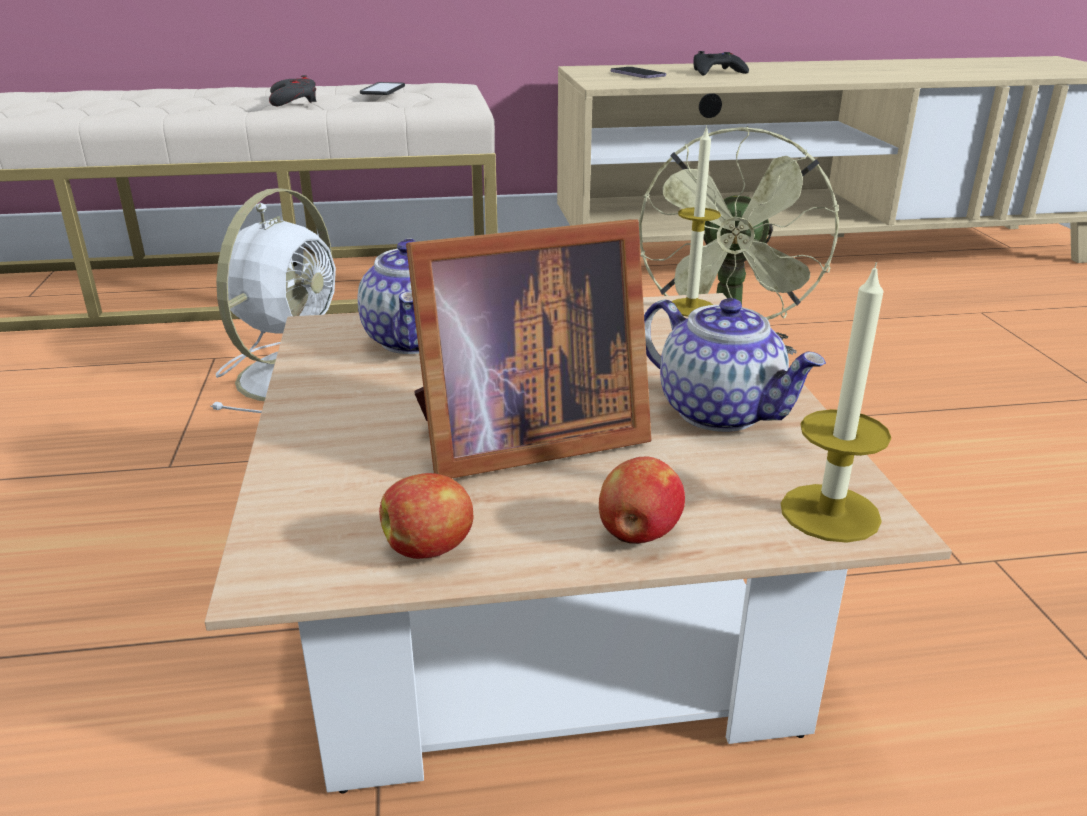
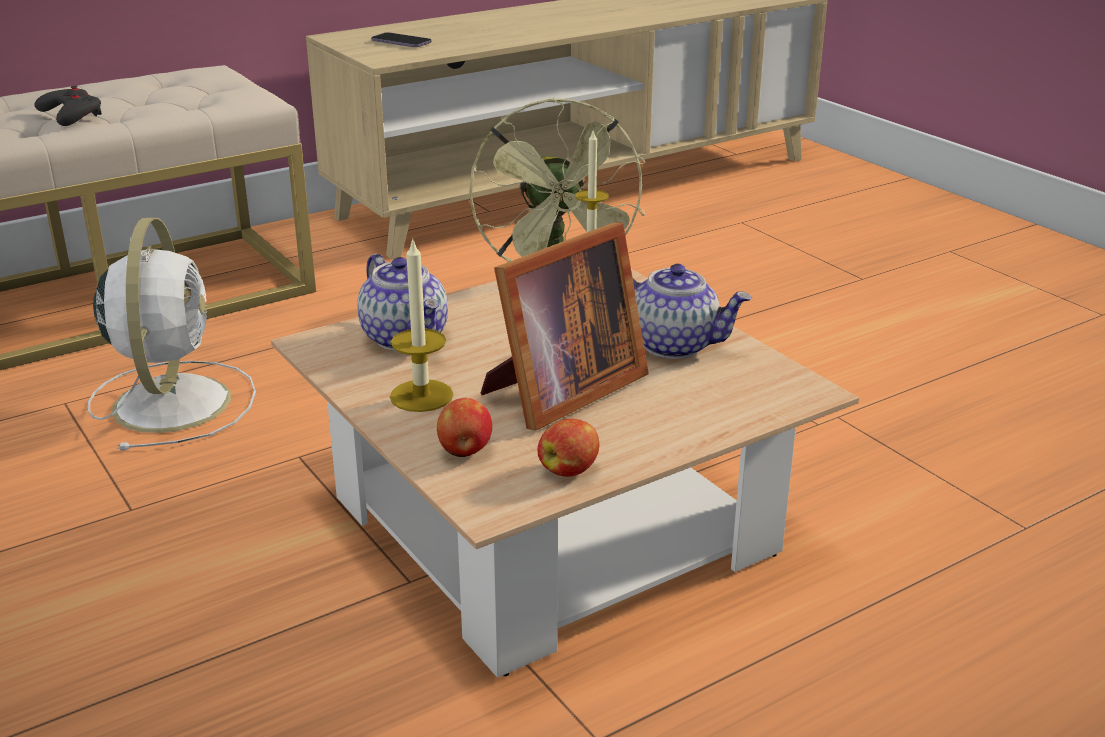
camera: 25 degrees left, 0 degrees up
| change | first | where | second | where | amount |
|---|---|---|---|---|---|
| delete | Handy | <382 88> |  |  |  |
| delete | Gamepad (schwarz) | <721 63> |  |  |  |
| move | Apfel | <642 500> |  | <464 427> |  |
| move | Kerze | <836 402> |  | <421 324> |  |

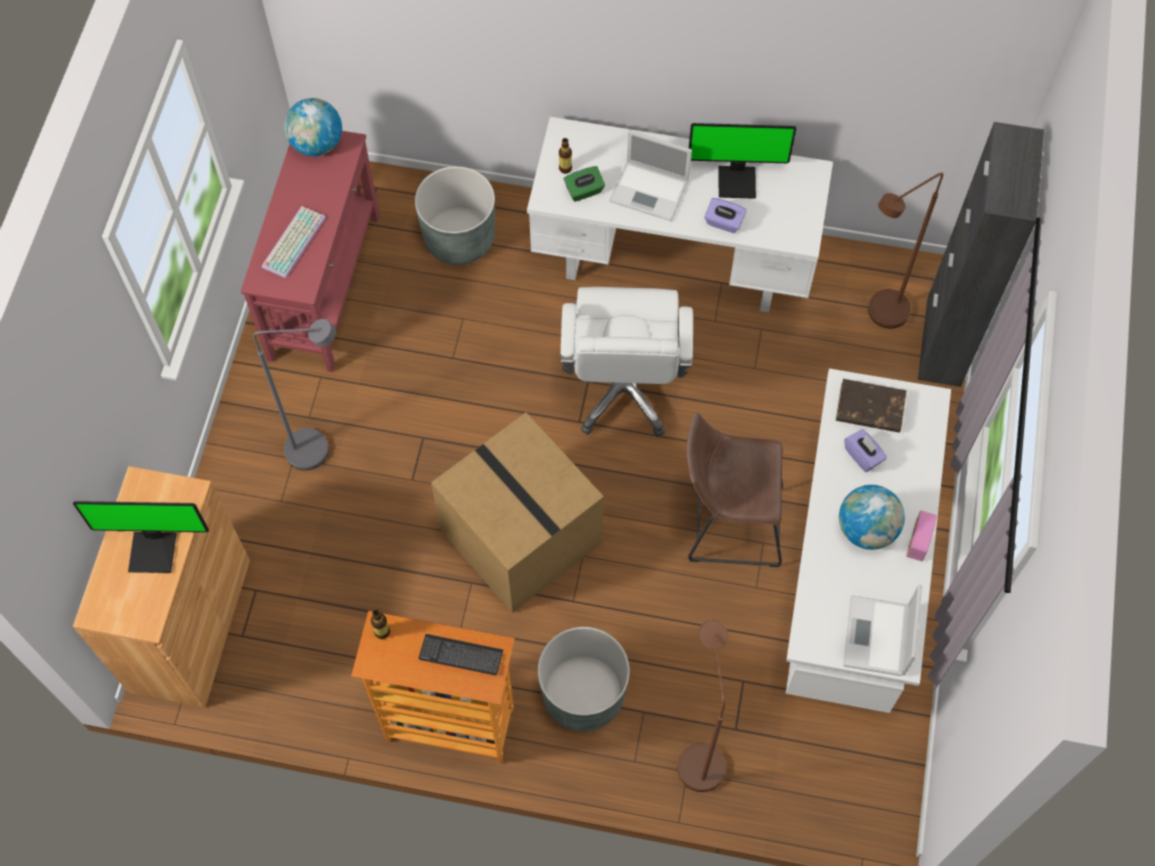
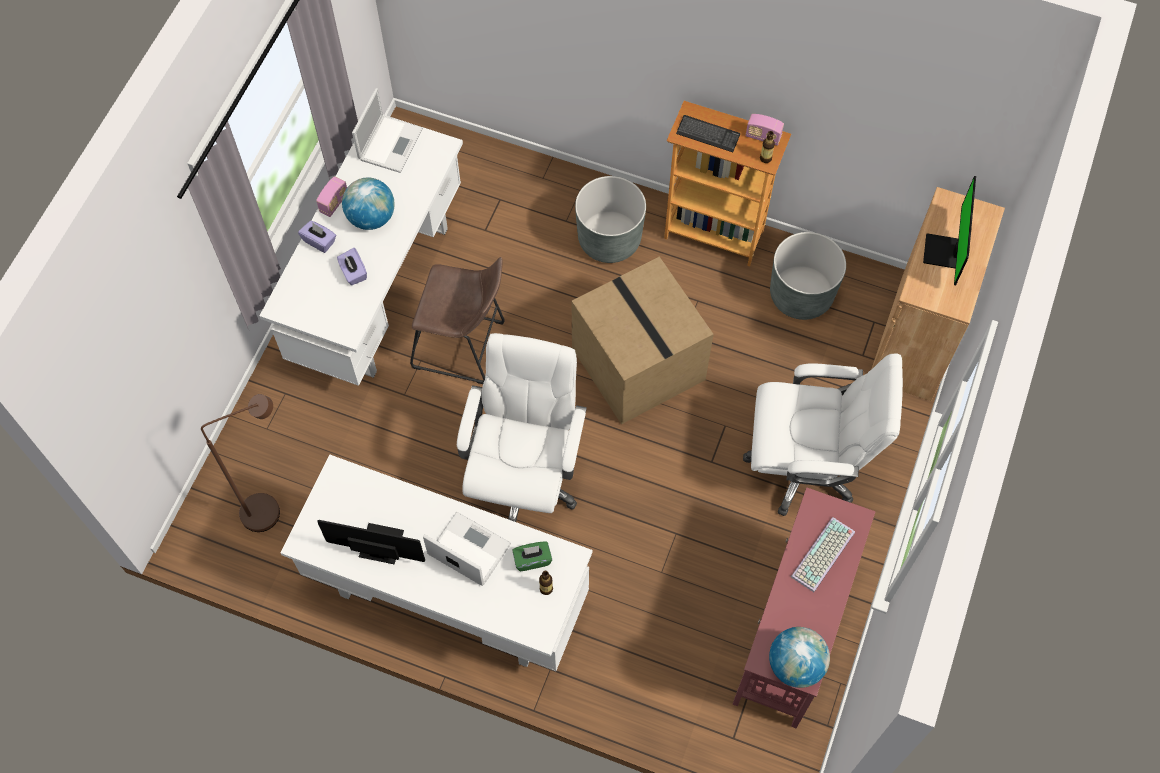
camera: 170 degrees left, 0 degrees up
| change | first | where | second | where | amount |
|---|---|---|---|---|---|
| delete | Stehlampe (braun) | <703 706> |  |  |  |
| delete | Buch (braun) | <871 406> |  |  |  |
| delete | Schrank (schwarz) | <981 254> |  |  |  |
| insert |  |  | Radio | <765 130> |  |
| move | Pflanzkübel (grau) | <455 215> |  | <808 276> |  |
| move | Taschentuchbox (lila) | <725 215> |  | <317 237> |  |
| replace | Stehlampe (grau) | <294 394> | Bürostuhl (weiß) | <823 435> |  |
| rotate | Monitor | <141 537> |  | <949 230> | 90 degrees counterclockwise |

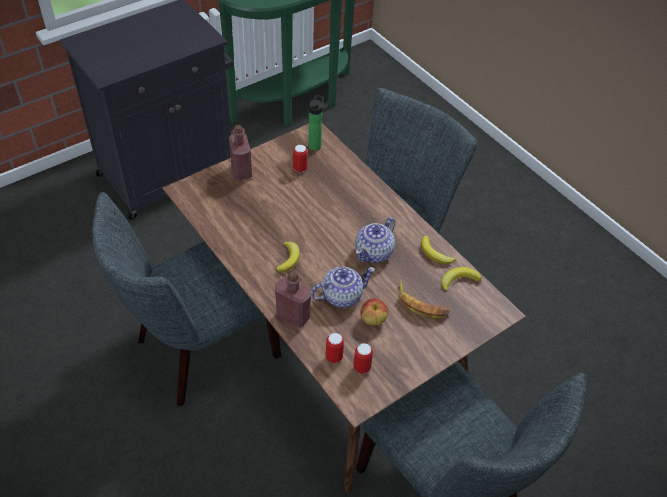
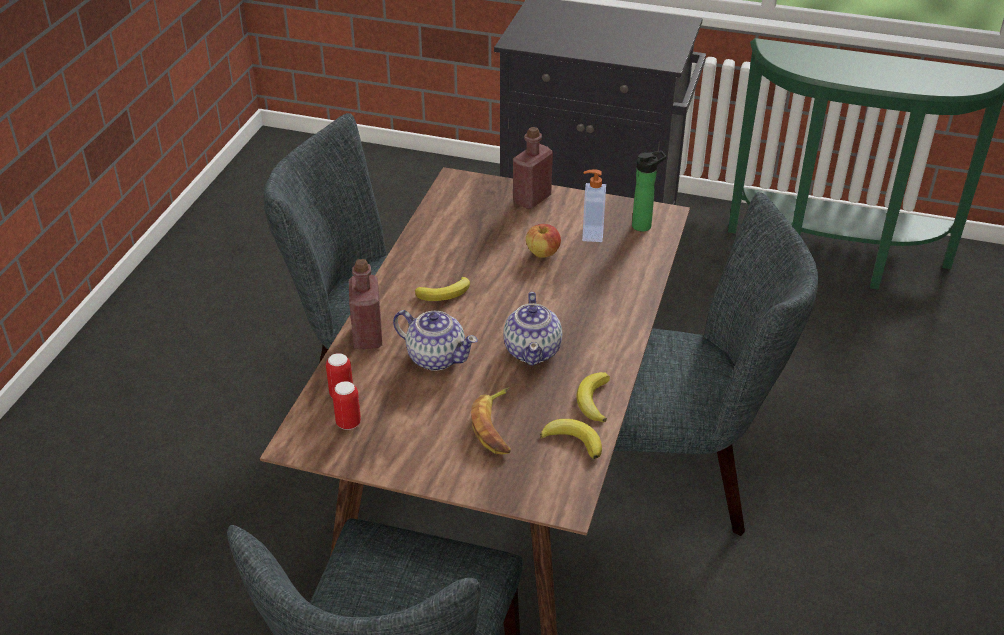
camera: 55 degrees right, 10 degrees down
| change | first | where | second | where | amount |
|---|---|---|---|---|---|
| move | Apfel | <374 311> |  | <543 241> |  |
| replace | Dose | <300 158> | Seifenspender | <594 206> |  |
| rotate | Teekanne | <375 240> |  | <532 329> | 90 degrees counterclockwise |

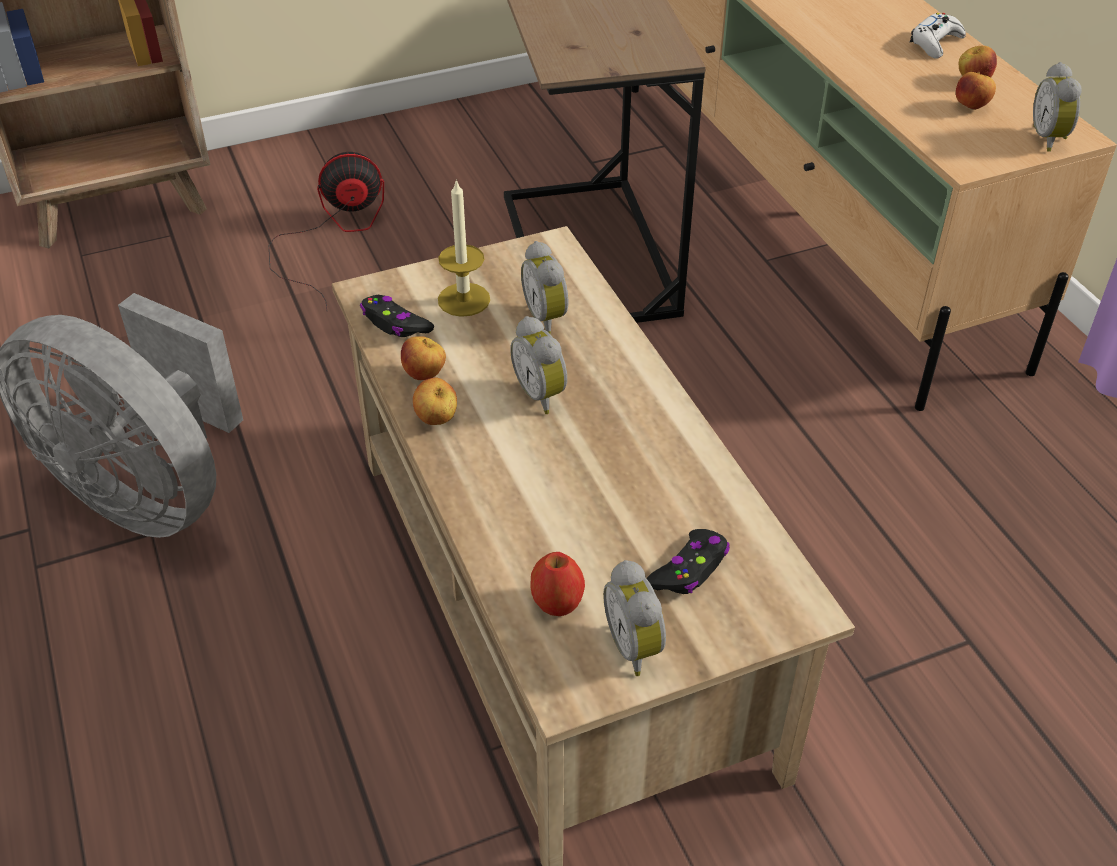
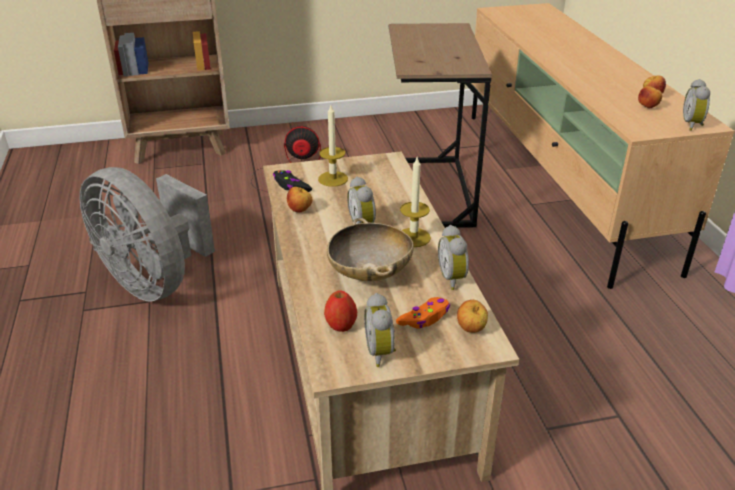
camera: 10 degrees right, 10 degrees down
| change | first | where | second | where | amount |
|---|---|---|---|---|---|
| delete | Gamepad (weiß) | <938 35> |  |  |  |
| insert |  |  | Schüssel (beige) | <370 249> |  |
| insert |  |  | Kerze | <415 202> |  |
| move | Apfel | <435 401> |  | <472 316> |  |
| move | Wecker | <545 288> |  | <453 257> |  |
| recolor | Gamepad (schwarz) | <688 561> | Gamepad (orange) | <423 313> |  |

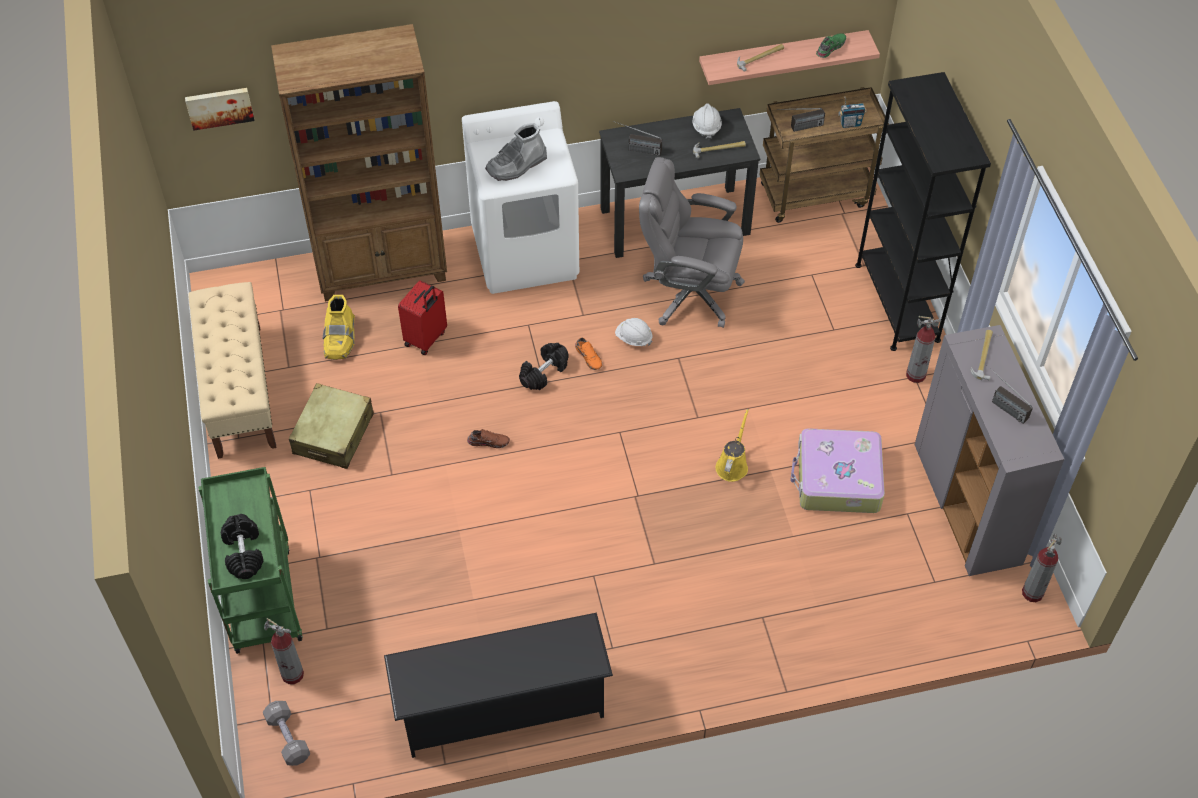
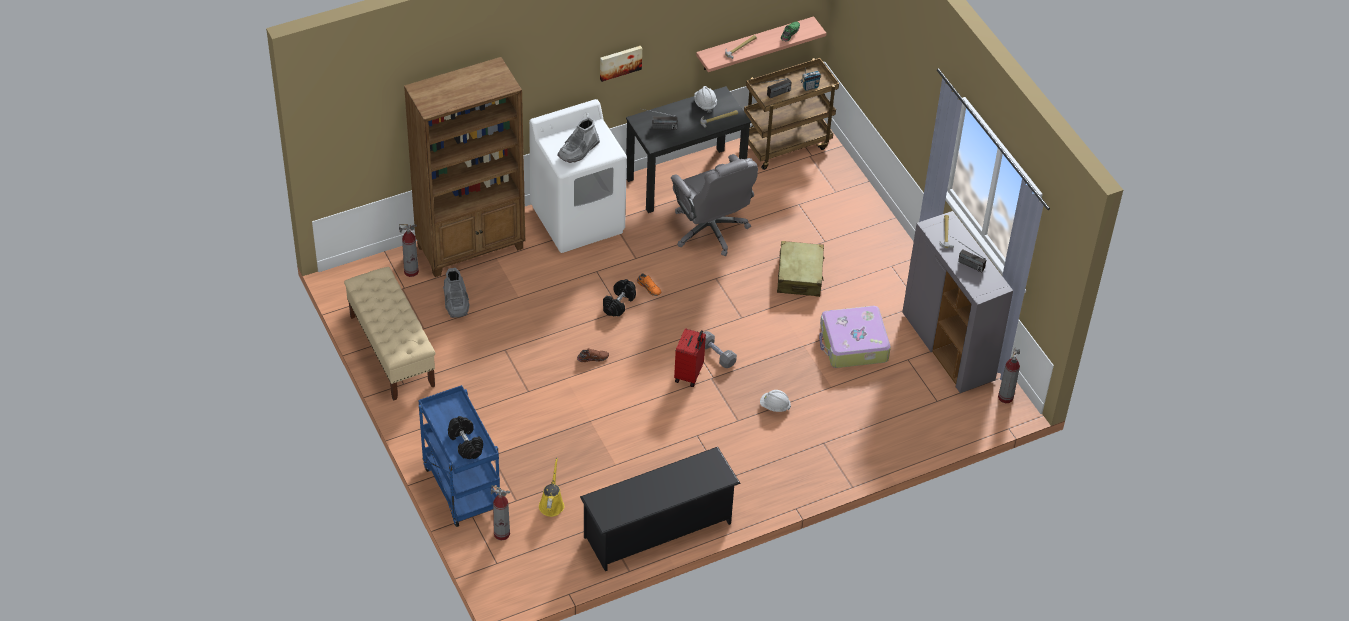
camera: 15 degrees left, 5 degrees down
| change | first | where | second | where | amount |
|---|---|---|---|---|---|
| delete | Bücherregal (schwarz) | <923 211> |  |  |  |
| move | Bild | <219 109> |  | <621 64> |  |
| move | Hantel (grau) | <286 733> |  | <720 349> |  |
| move | Koffer (beige) | <331 426> |  | <801 269> |  |
| move | Koffer (rot) | <422 317> |  | <690 357> |  |
| move | Schutzhelm (weiß) | <633 332> |  | <775 401> |  |
| move | Gießkanne (gelb) | <732 445> |  | <551 487> |  |
| move | Feuerlöscher | <923 349> |  | <409 250> |  |
| recolor | Rollwagen (grün) | <251 560> | Rollwagen (blau) | <459 456> |  |
| recolor | Stiefel (gelb) | <338 327> | Stiefel (grau) | <456 293> |  |
| rotate | Bürostuhl (grau) | <692 242> |  | <714 205> | 120 degrees counterclockwise |

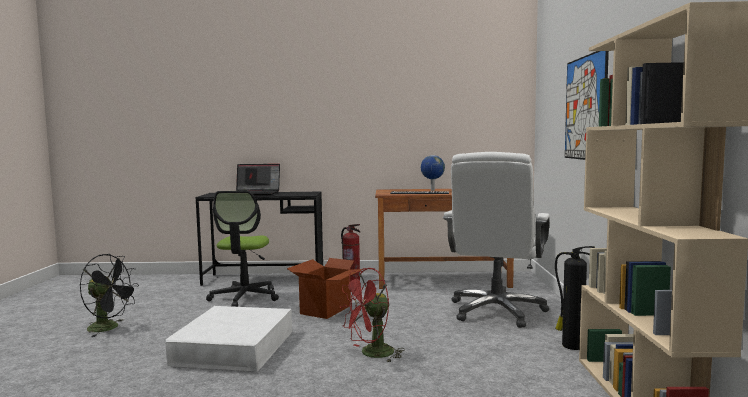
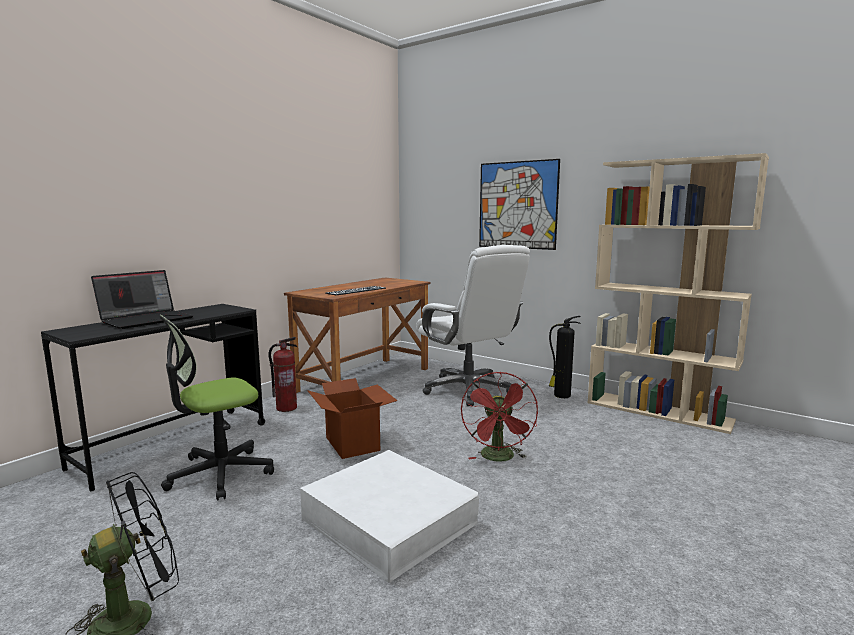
camera: 55 degrees left, 5 degrees up
| change | first | where | second | where | amount |
|---|---|---|---|---|---|
| delete | Globus | <433 173> |  |  |  |
| rotate | Bürostuhl | <242 249> |  | <216 407> | 105 degrees clockwise |

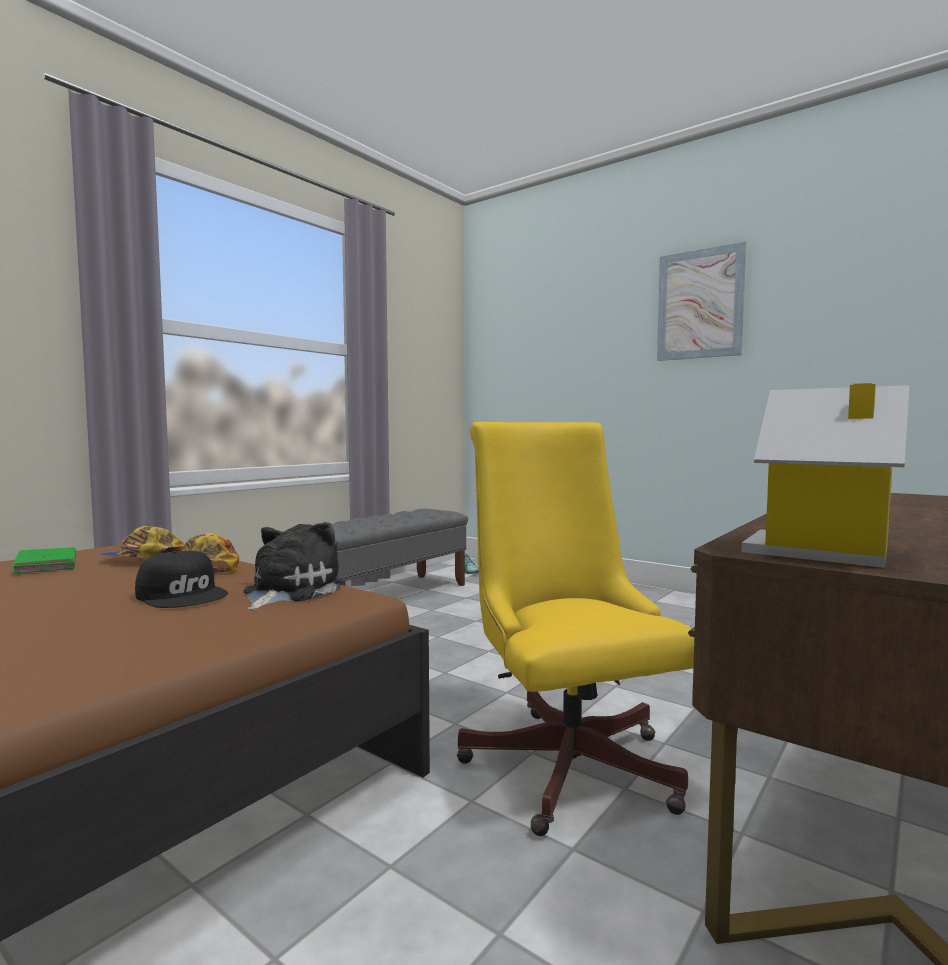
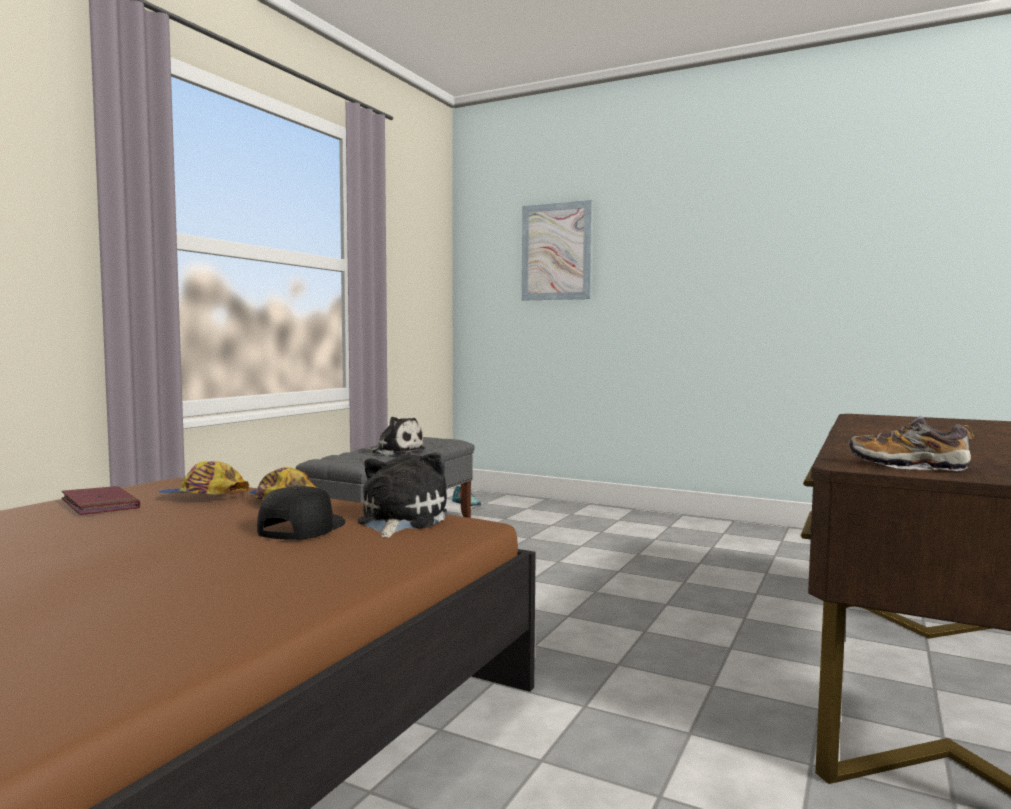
camera: 10 degrees left, 0 degrees up
| change | first | where | second | where | amount |
|---|---|---|---|---|---|
| delete | Bürostuhl (gelb) | <575 629> |  |  |  |
| insert |  |  | Plüschtier | <395 436> |  |
| move | Bild | <702 301> |  | <557 250> |  |
| replace | Spielzeughaus | <825 475> | Schuh | <911 443> |  |
| recolor | Buch (grün) | <44 560> | Buch (rot) | <101 500> |  |
| rotate | Kappe (schwarz) | <181 579> |  | <301 513> | 105 degrees counterclockwise |

